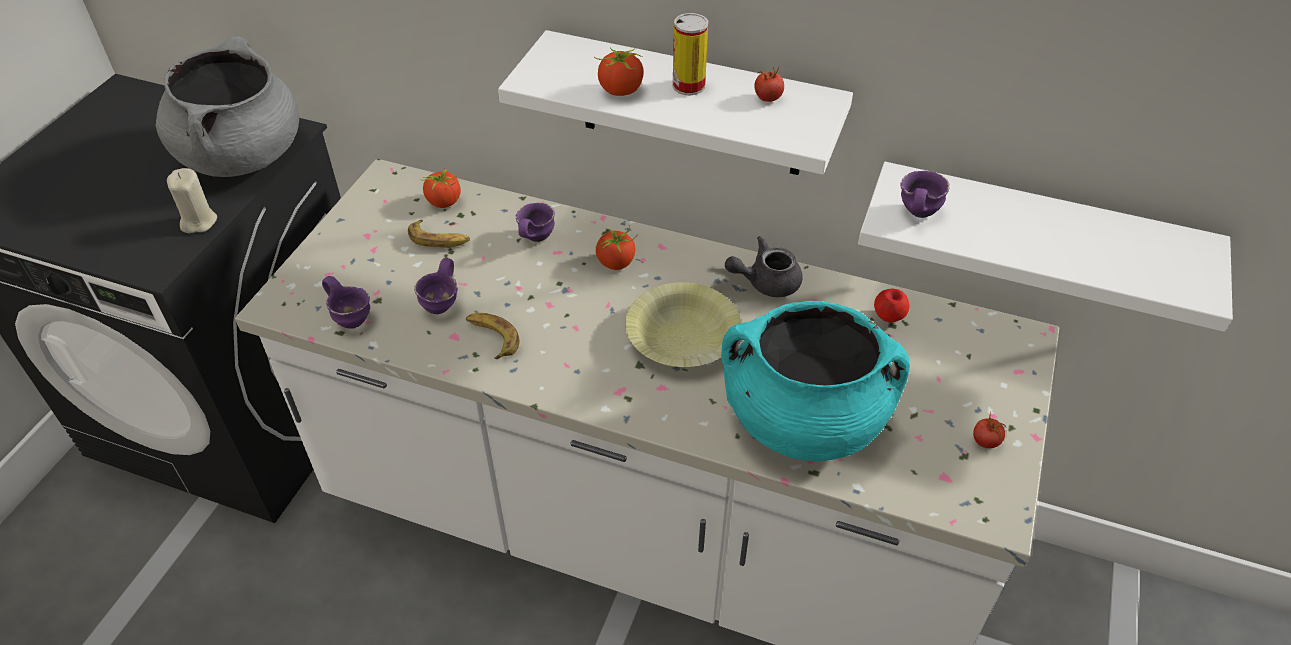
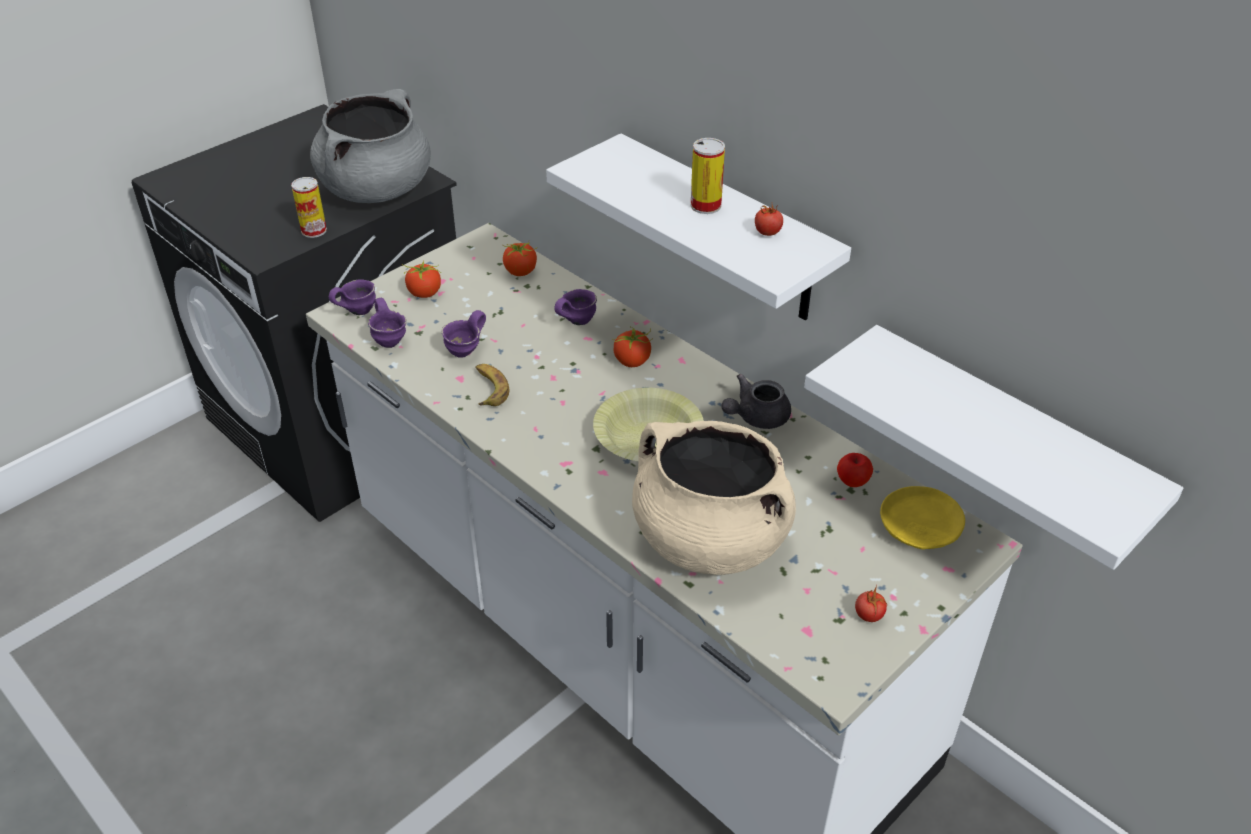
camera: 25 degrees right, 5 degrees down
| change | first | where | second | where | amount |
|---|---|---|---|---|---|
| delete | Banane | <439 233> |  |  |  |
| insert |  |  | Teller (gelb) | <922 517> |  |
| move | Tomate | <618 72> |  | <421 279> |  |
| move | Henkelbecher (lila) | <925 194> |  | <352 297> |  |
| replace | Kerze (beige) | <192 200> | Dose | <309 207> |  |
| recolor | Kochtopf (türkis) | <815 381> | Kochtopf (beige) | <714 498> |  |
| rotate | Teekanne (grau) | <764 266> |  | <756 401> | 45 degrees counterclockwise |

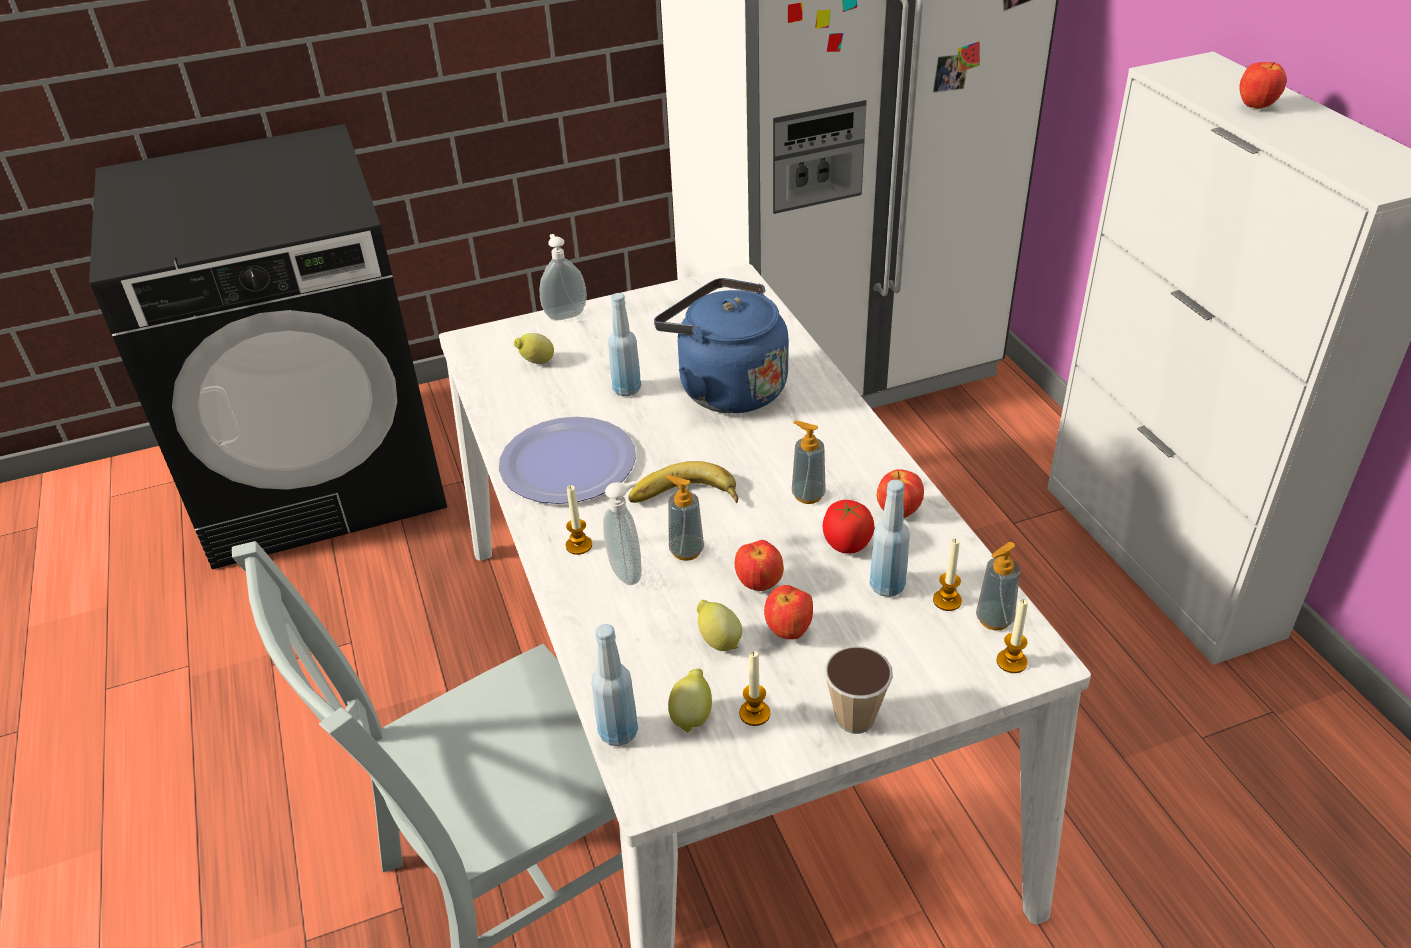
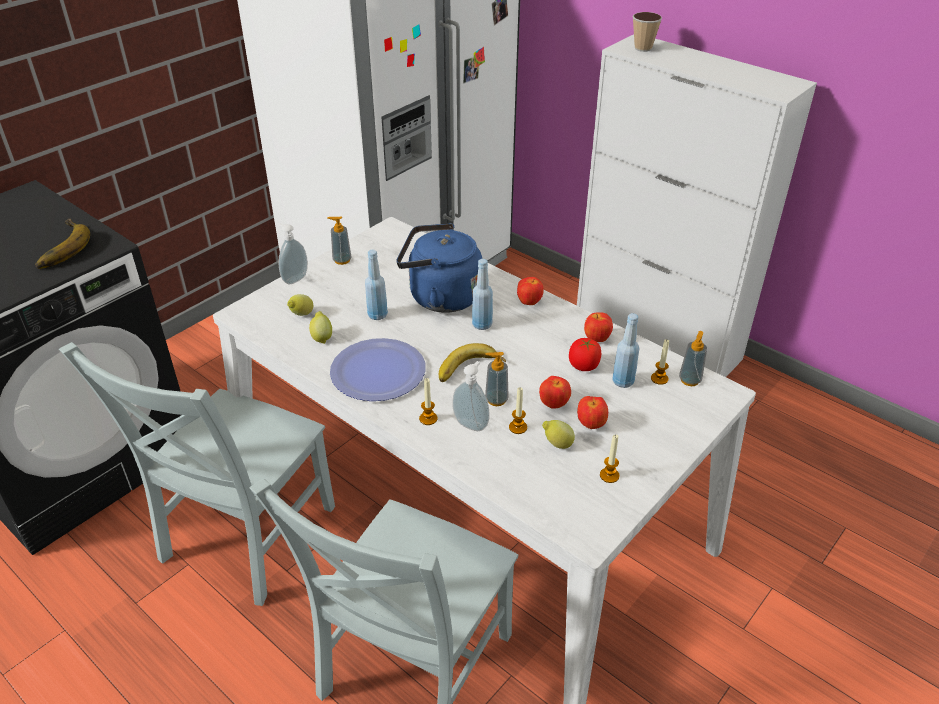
camera: 30 degrees left, 0 degrees up
| change | first | where | second | where | amount |
|---|---|---|---|---|---|
| insert |  |  | Banane | <62 244> |  |
| insert |  |  | Stuhl (grau) | <197 474> |  |
| move | Flasche (blau) | <615 685> |  | <482 294> |  |
| move | Zitrone | <690 701> |  | <320 327> |  |
| move | Seifenspender | <809 462> |  | <339 241> |  |
| move | Tasse | <859 690> |  | <647 32> |  |
| move | Kerze | <1012 636> |  | <518 410> |  |
| move | Apfel | <1263 85> |  | <530 291> |  |

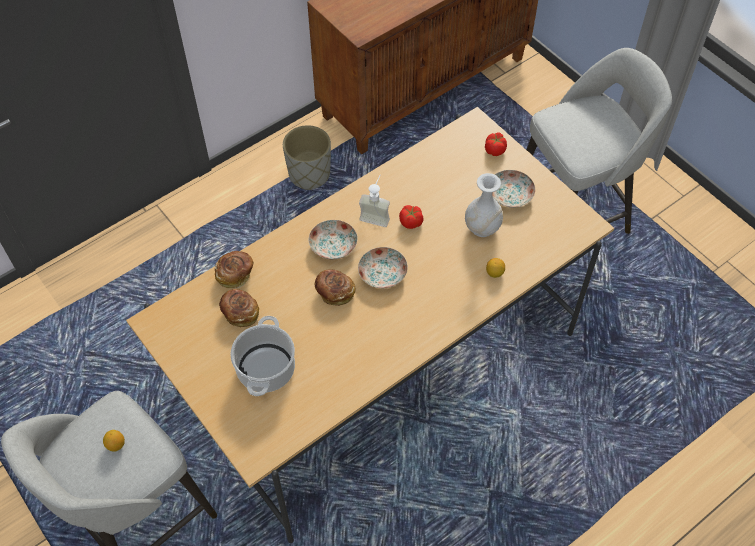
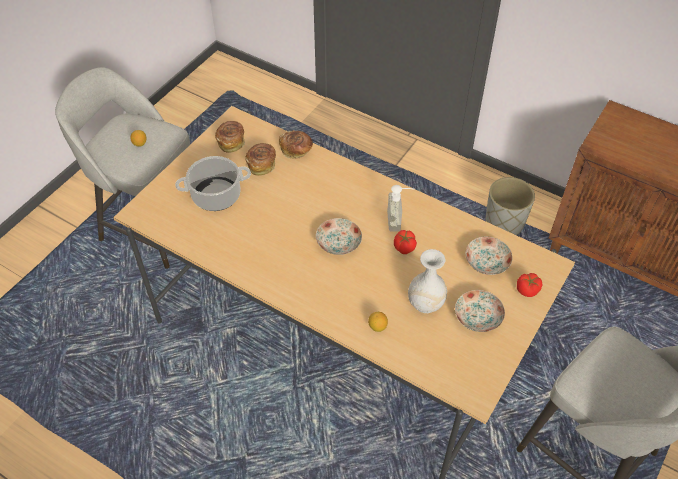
camera: 70 degrees right, 5 degrees down
| change | first | where | second | where | amount |
|---|---|---|---|---|---|
| move | Teller | <333 239> |  | <489 256> |  |
| move | Brot | <335 288> |  | <230 137> |  |

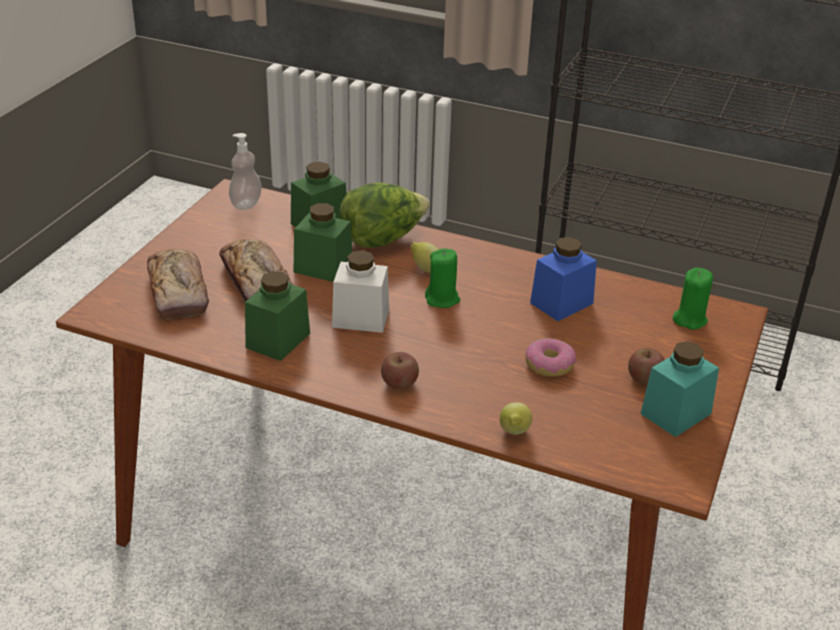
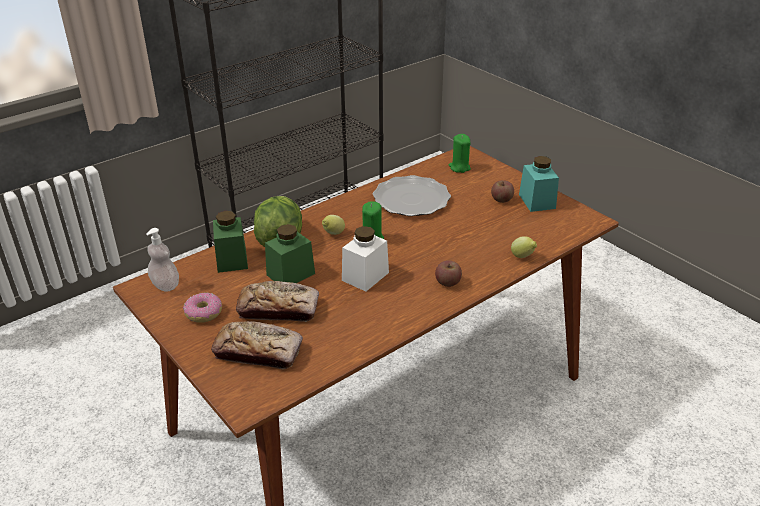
camera: 60 degrees left, 0 degrees up
| change | first | where | second | where | amount |
|---|---|---|---|---|---|
| delete | Vorratsglas (grün) | <277 316> |  |  |  |
| move | Donut | <550 357> |  | <202 307> |  |
| replace | Vorratsglas (blau) | <563 279> | Teller | <412 195> |  |

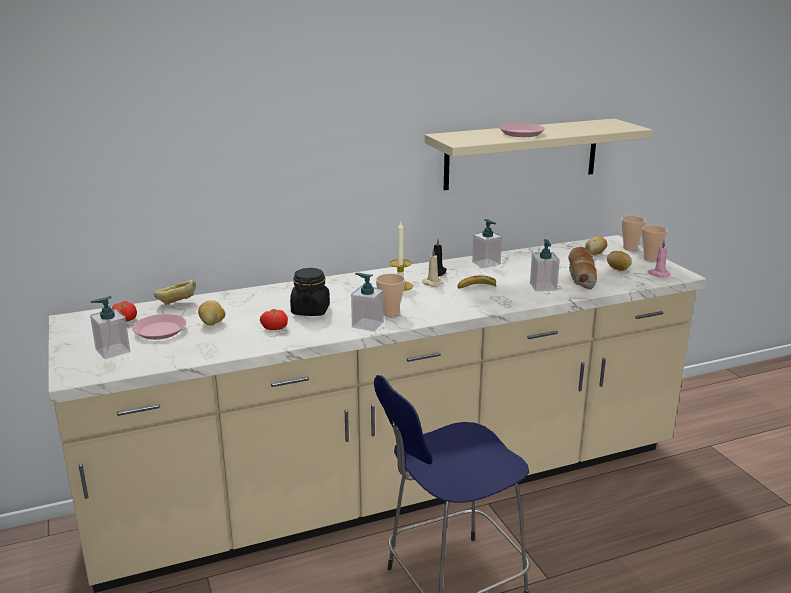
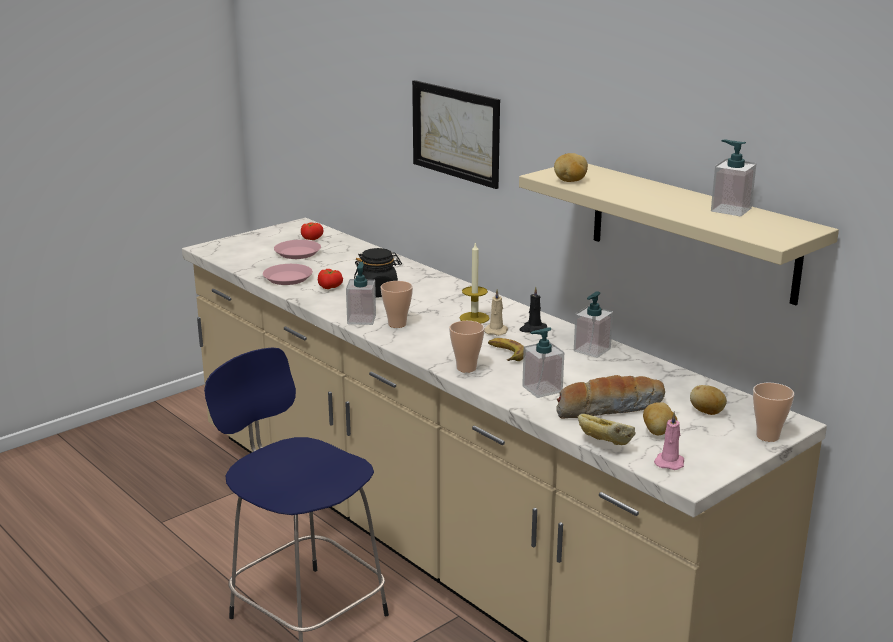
camera: 70 degrees right, 0 degrees up
| change | first | where | second | where | amount |
|---|---|---|---|---|---|
| insert |  |  | Bild | <456 134> |  |
| move | Seifenspender | <110 327> |  | <733 178> |  |
| move | Brot | <174 292> |  | <607 429> |  |
| move | Kartoffel | <211 312> |  | <571 167> |  |
| move | Teller (rosa) | <522 130> |  | <288 274> |  |
| move | Tasse | <655 243> |  | <467 347> |  |

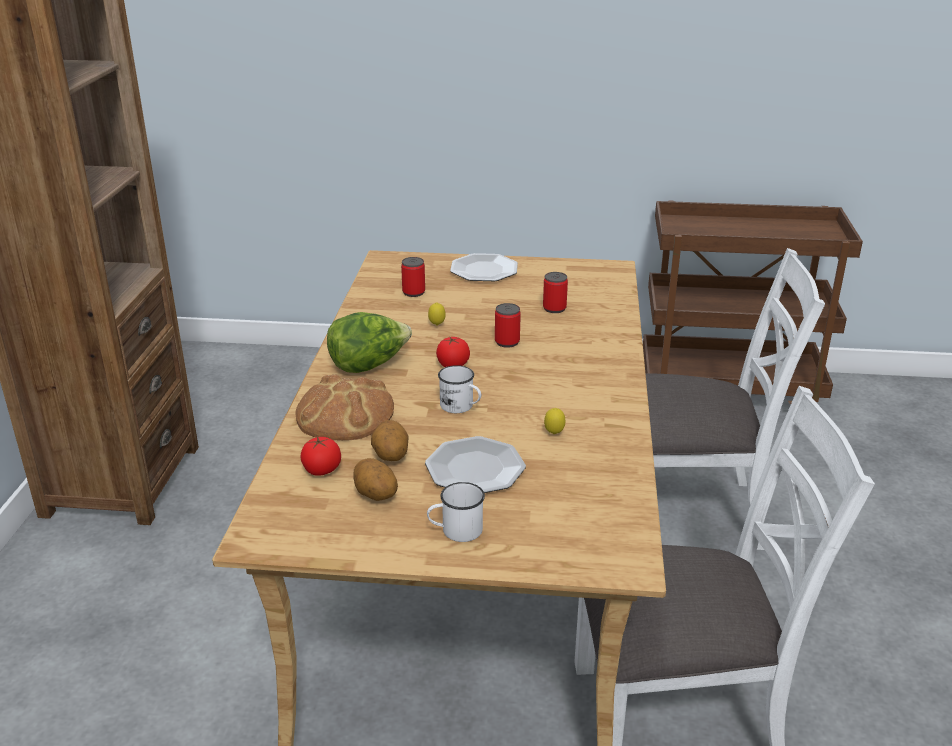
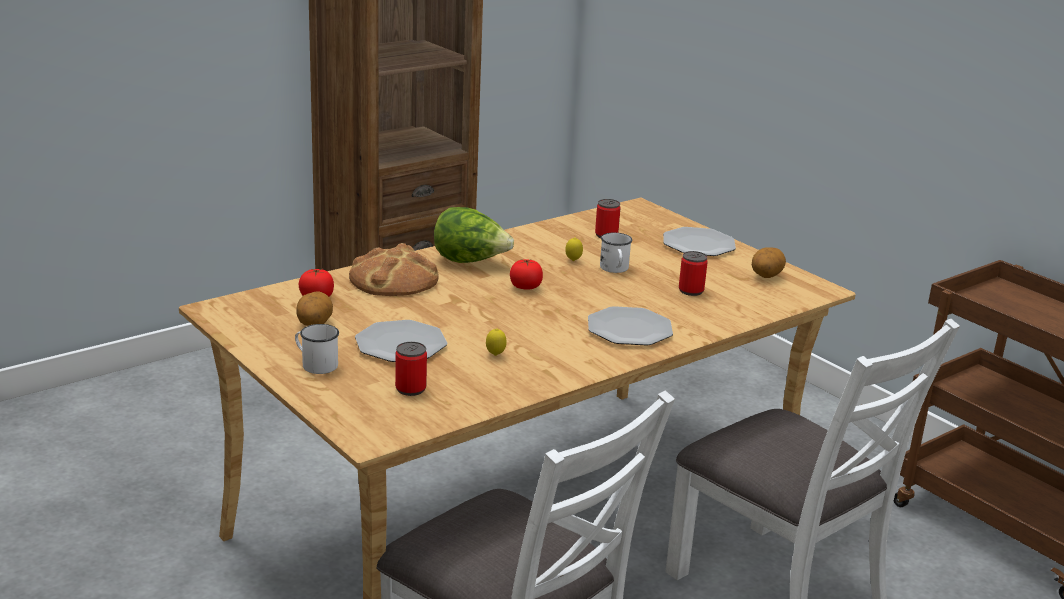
camera: 45 degrees right, 5 degrees down
| change | first | where | second | where | amount |
|---|---|---|---|---|---|
| insert |  |  | Teller | <630 326> |  |
| move | Kartoffel | <390 440> |  | <769 262> |  |
| move | Henkelbecher (weiß) | <459 389> |  | <616 252> |  |
| move | Dose | <508 325> |  | <411 369> |  |

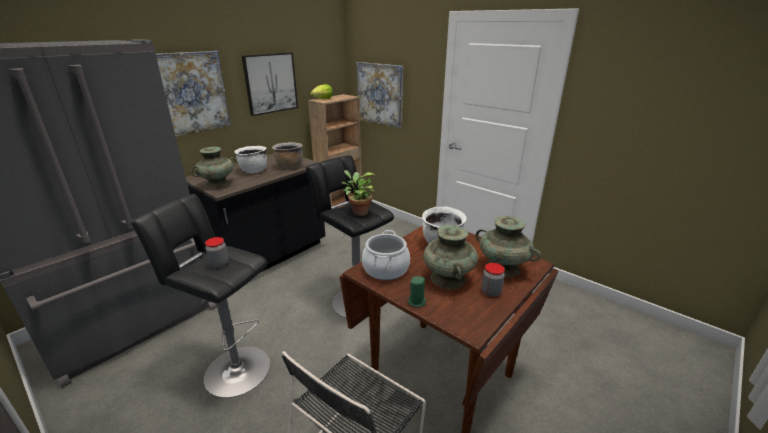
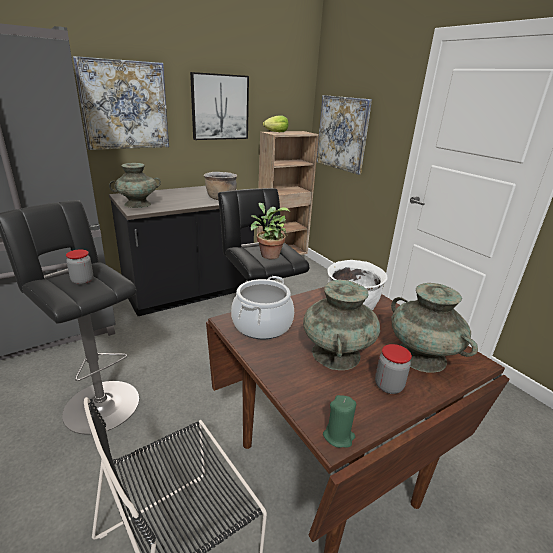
camera: 15 degrees right, 0 degrees up
| change | first | where | second | where | amount |
|---|---|---|---|---|---|
| delete | Kochtopf (weiß) | <250 159> |  |  |  |
| move | Kerze (grün) | <417 291> |  | <339 421> |  |

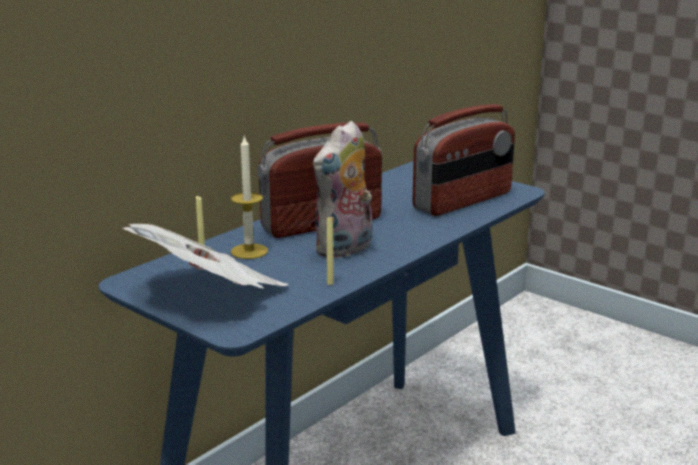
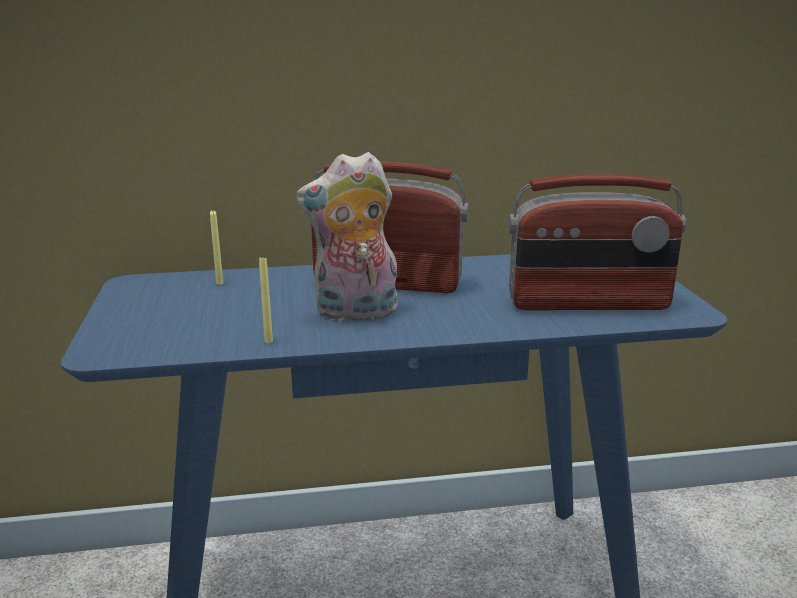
camera: 40 degrees right, 0 degrees up
| change | first | where | second | where | amount |
|---|---|---|---|---|---|
| delete | Zeitung | <205 256> |  |  |  |
| delete | Kerze | <249 197> |  |  |  |

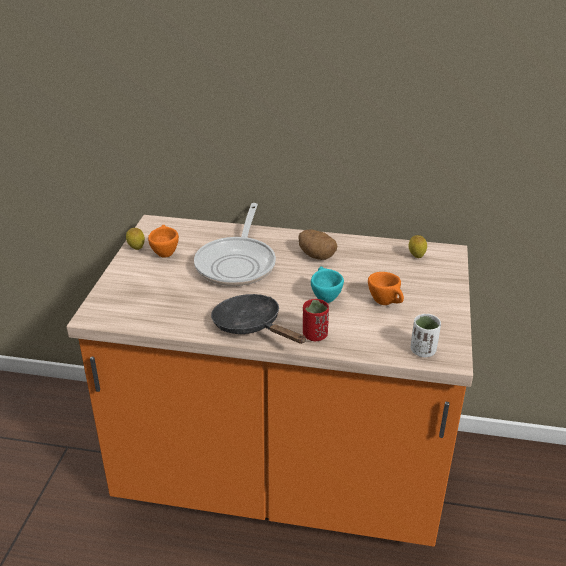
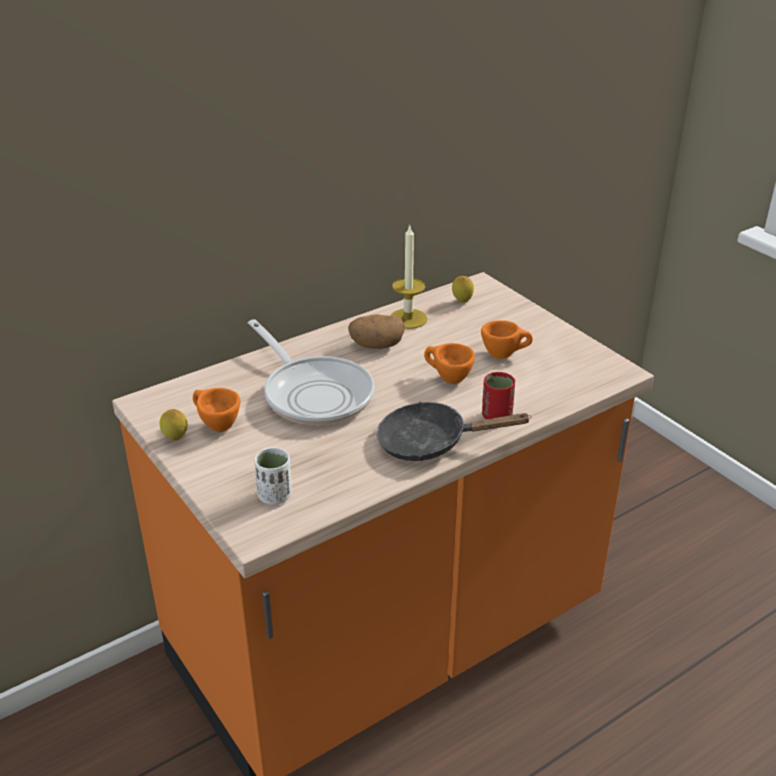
camera: 45 degrees left, 0 degrees up
| change | first | where | second | where | amount |
|---|---|---|---|---|---|
| insert |  |  | Kerze | <409 276> |  |
| move | Tasse (weiß) | <425 335> |  | <273 476> |  |
| recolor | Tasse (türkis) | <327 284> | Tasse (orange) | <449 363> |  |

